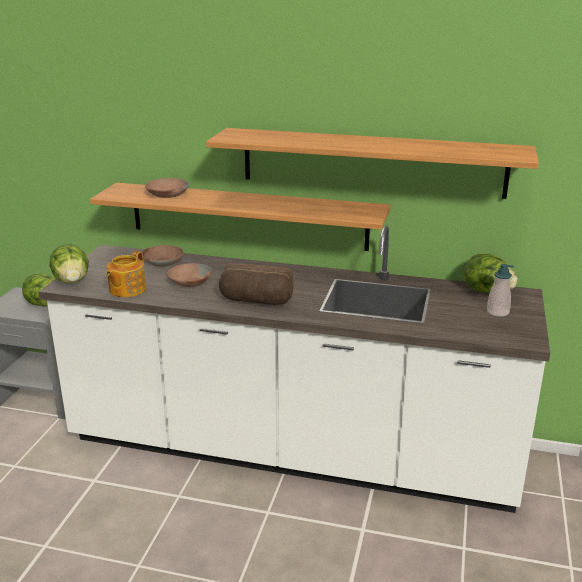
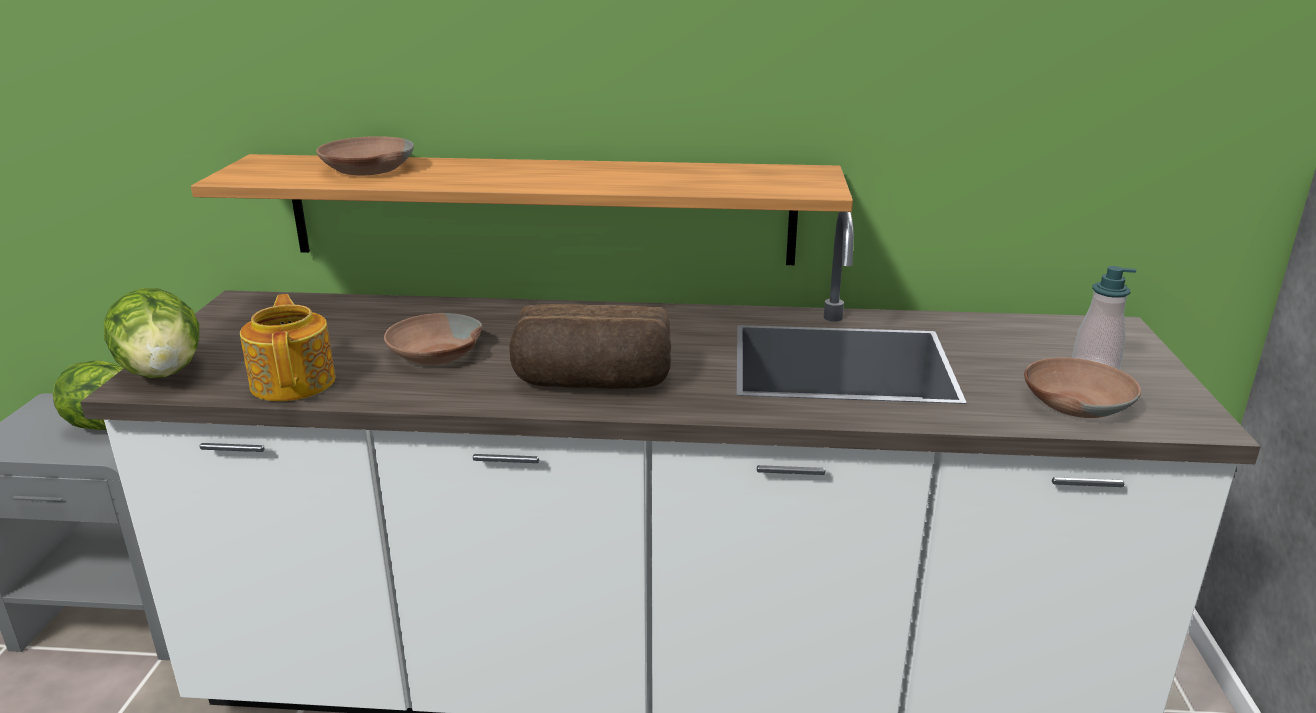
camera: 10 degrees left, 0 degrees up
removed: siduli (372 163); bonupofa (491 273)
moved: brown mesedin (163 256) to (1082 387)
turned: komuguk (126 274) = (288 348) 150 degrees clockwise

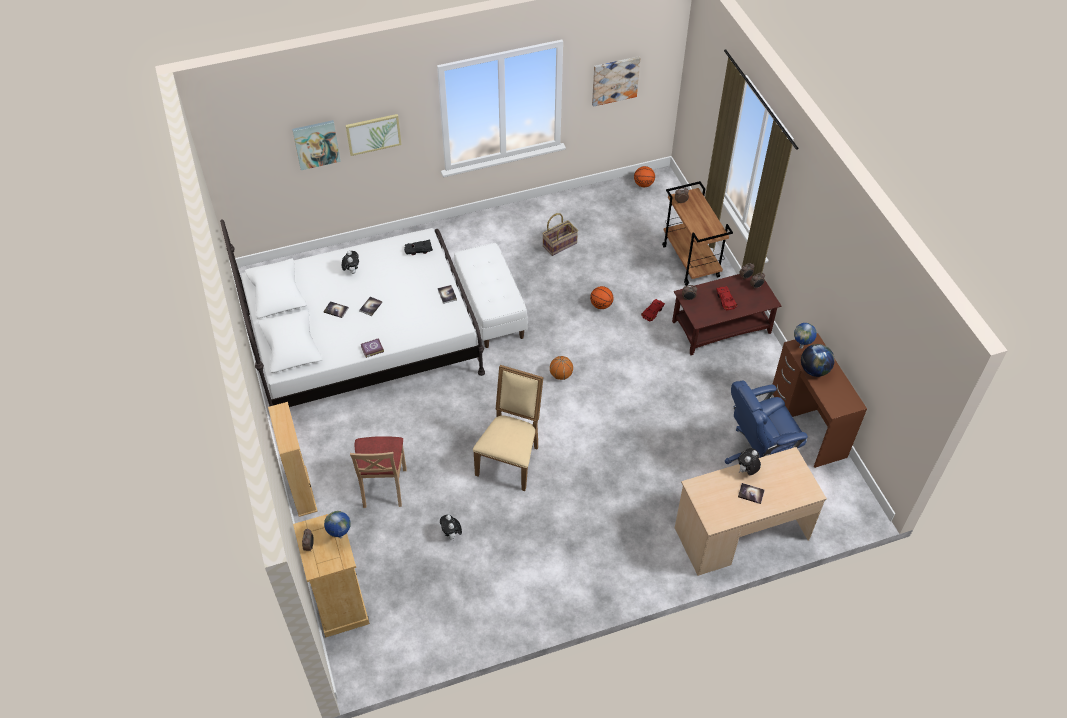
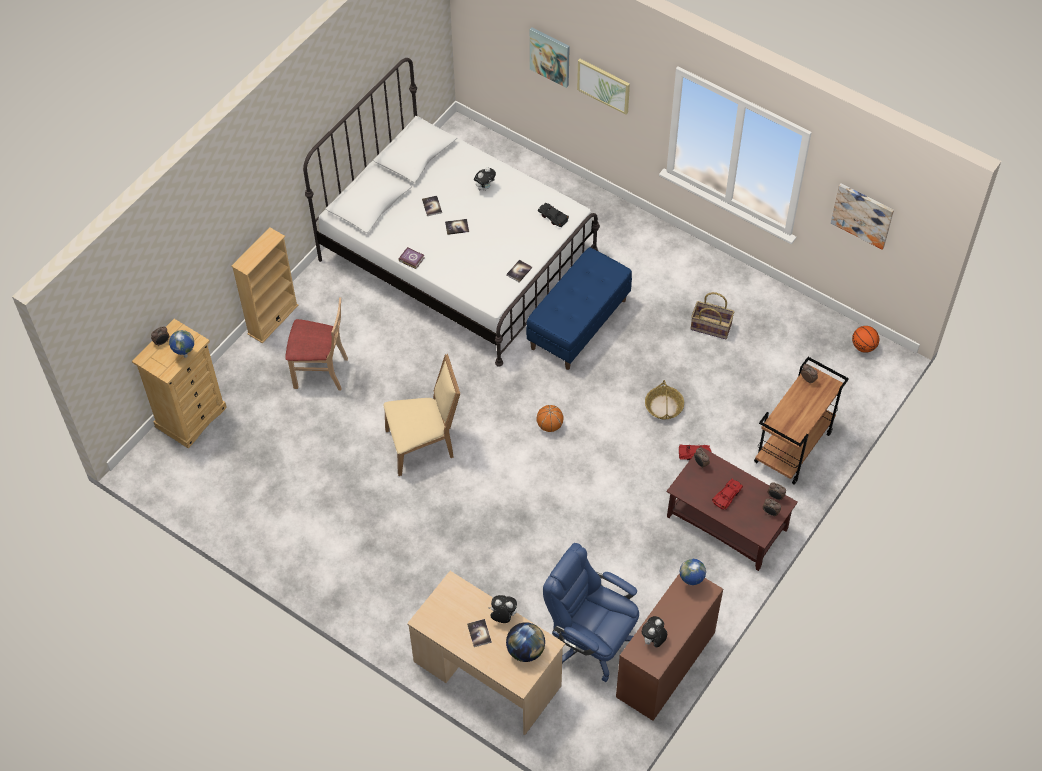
camera: 55 degrees right, 5 degrees up
moved: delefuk (818 360) to (525 642); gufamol (451 528) to (654 632)
replaced: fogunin (601 297) to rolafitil (664 400)
recoloured: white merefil (491 295) to blue merefil (579 308)
turned: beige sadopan (378 472) = (316 343) 135 degrees counterclockwise

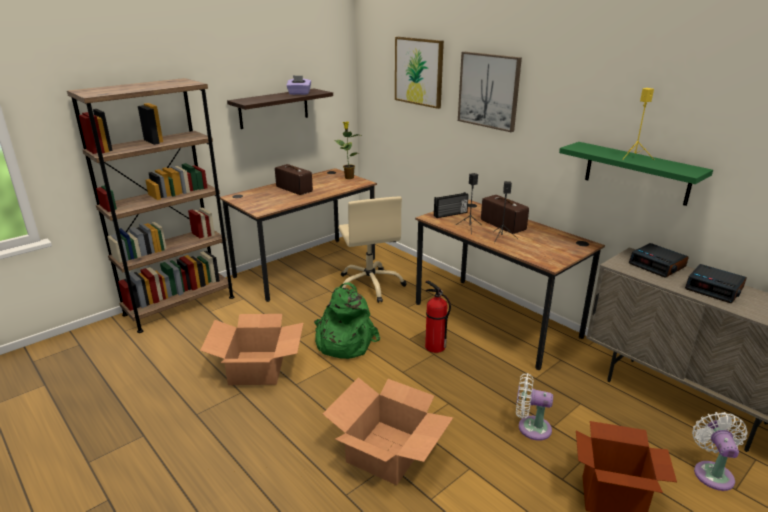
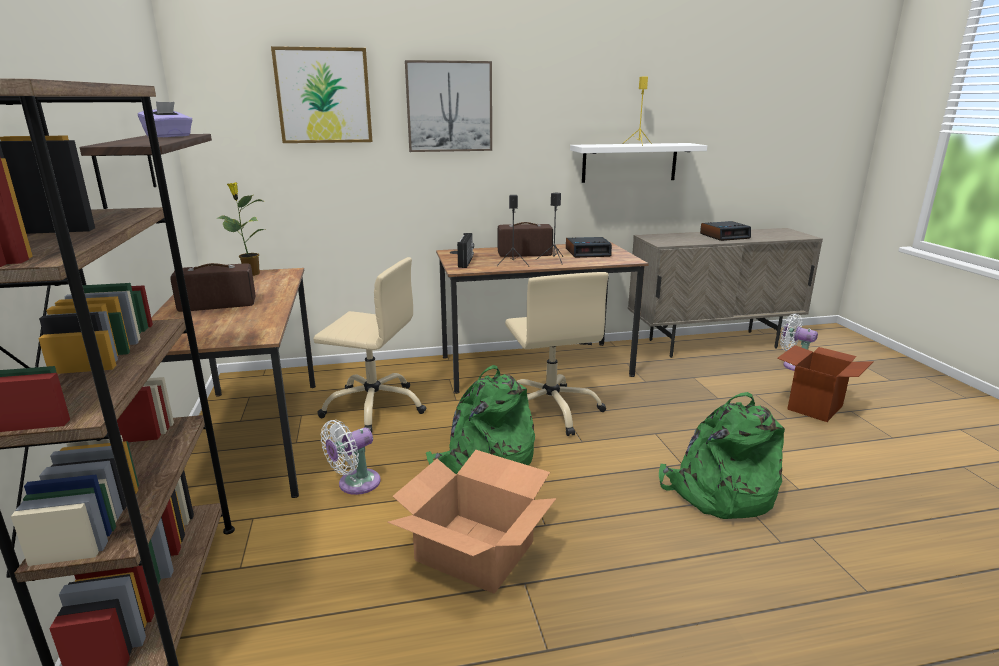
camera: 60 degrees left, 5 degrees down
moved: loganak (659 260) to (589 247); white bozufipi (534 407) to (351 457)
replaced: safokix (438 316) to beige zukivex (556 354); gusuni (388 431) to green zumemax (722 455)
recoloured: green siduli (636 174) to white siduli (638 163)

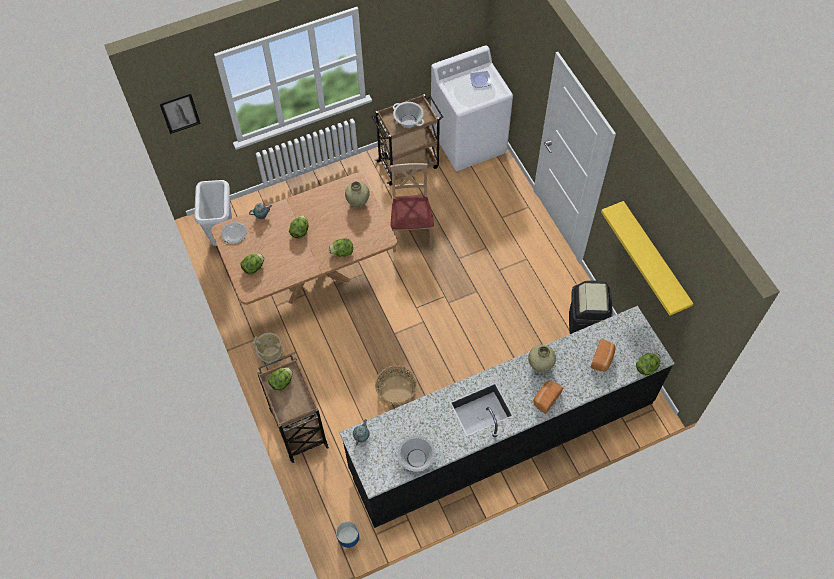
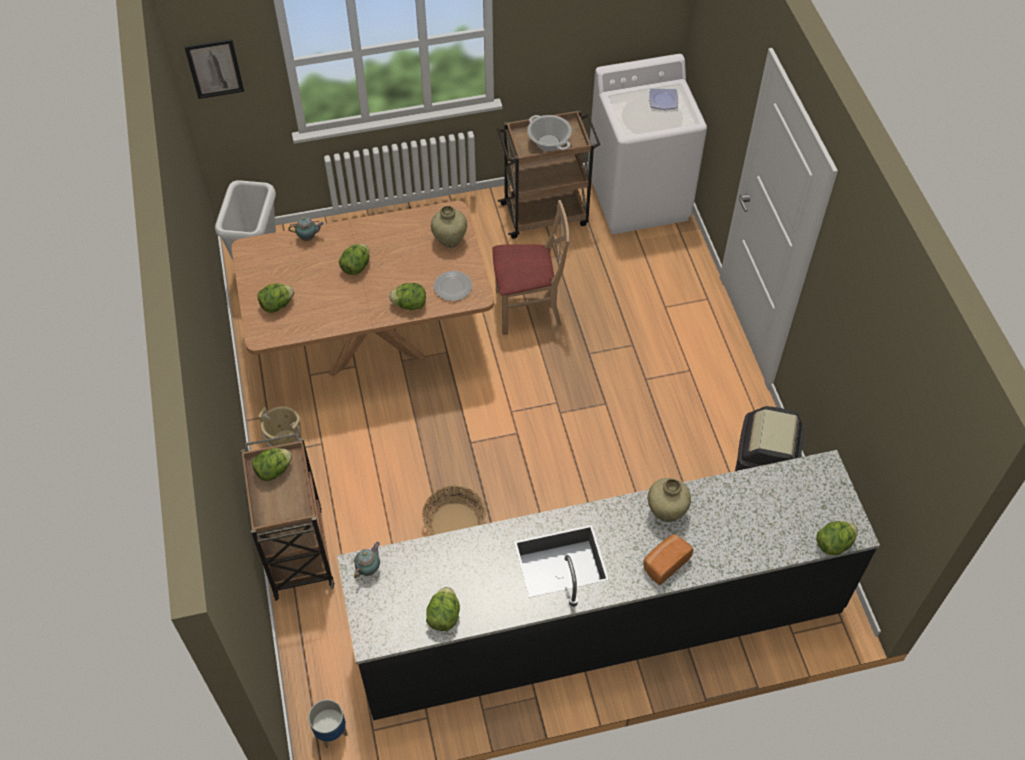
camera: 10 degrees right, 5 degrees down
removed: yellow siduli (647 258); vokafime (603 355)
moved: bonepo (234 233) to (453 286)
replaced: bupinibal (416 454) to bonupofa (443 609)
turned: beige sadopan (412 207) = (531 267) 75 degrees clockwise

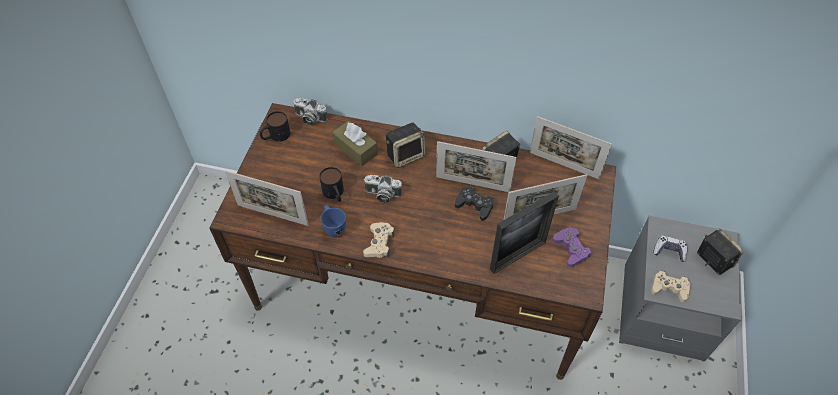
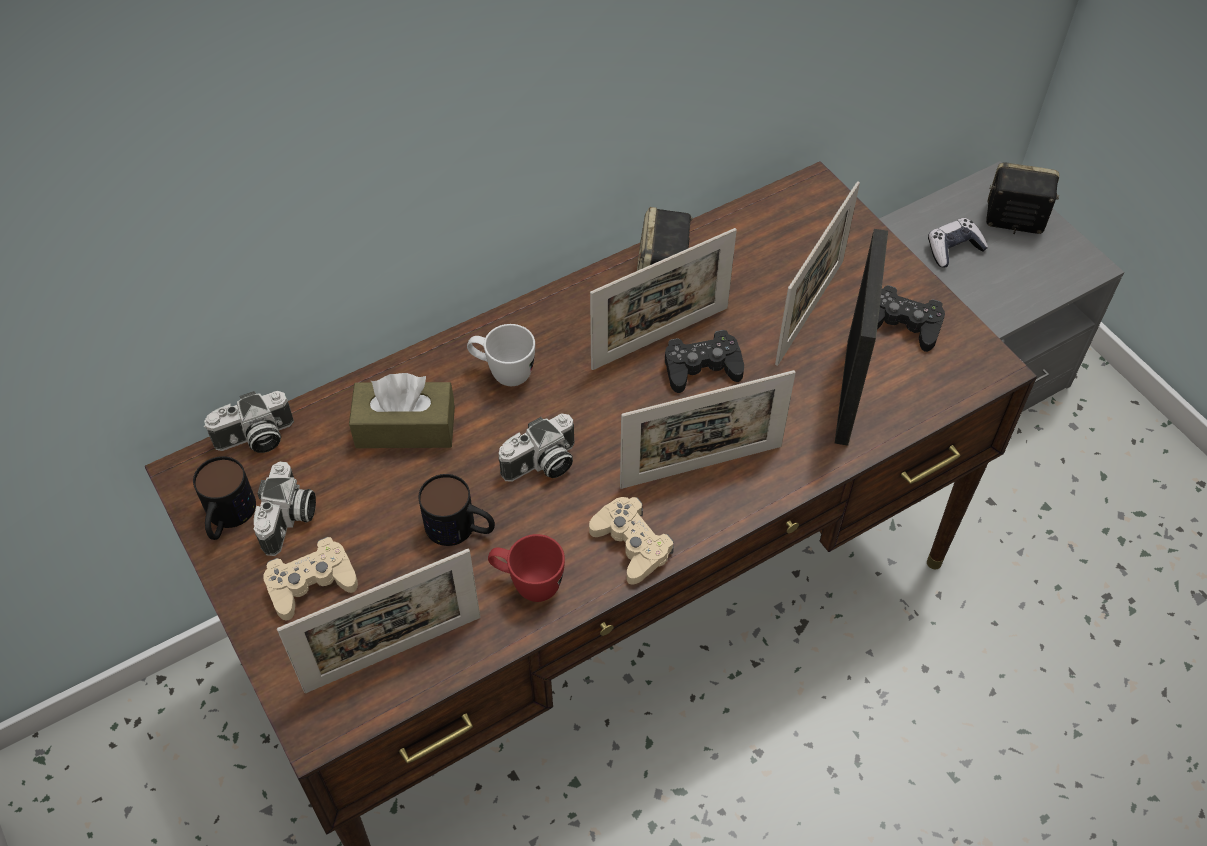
camera: 45 degrees left, 0 degrees up
added: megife (285 509)
moved: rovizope (571 147) to (708 429); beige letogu (670 286) to (310 579)
replaced: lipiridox (405 145) to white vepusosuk (501 355)
recoloured: blue vepusosuk (333 221) to red vepusosuk (526 568); purple letogu (571 247) to black letogu (911 318)

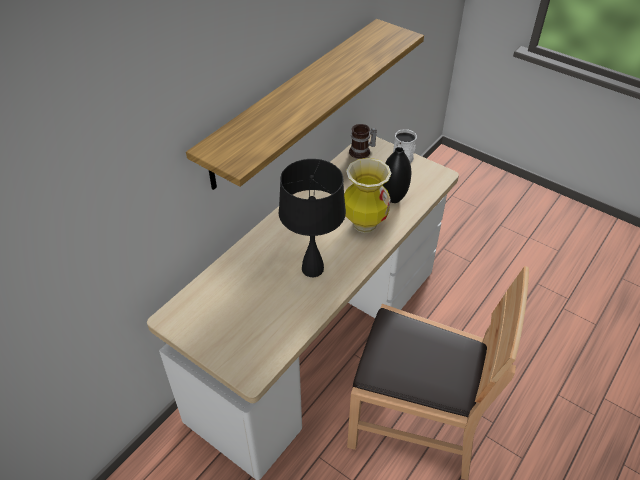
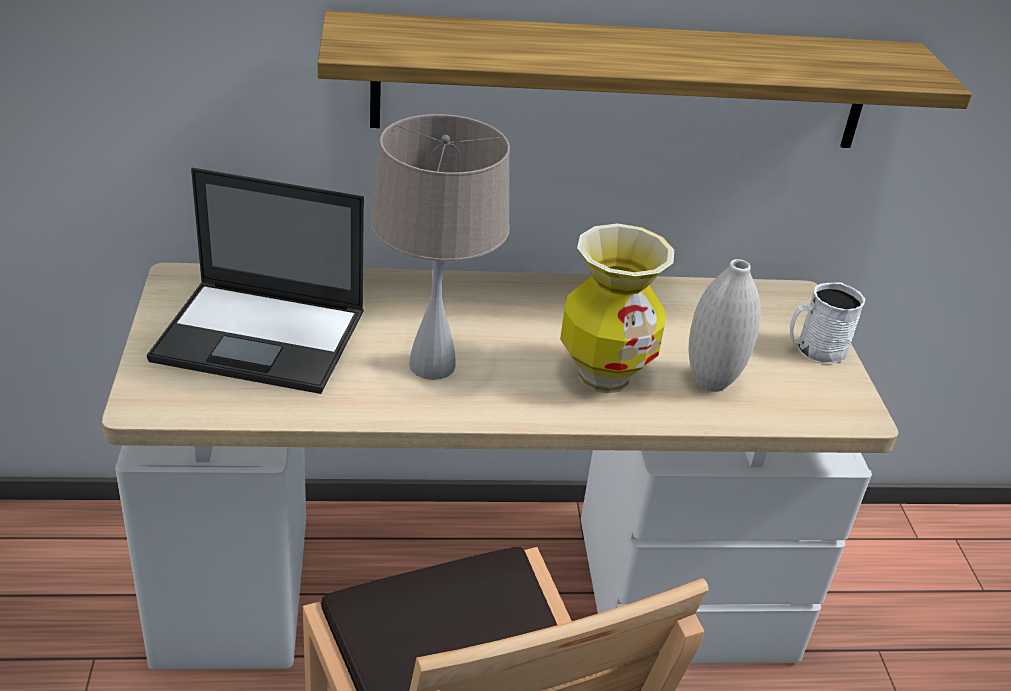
camera: 45 degrees right, 10 degrees down
removed: vepusosuk (363 141)
added: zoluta (255 281)
recoloured: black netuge (396 175) to white netuge (725 325); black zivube (312 218) to beige zivube (440 247)

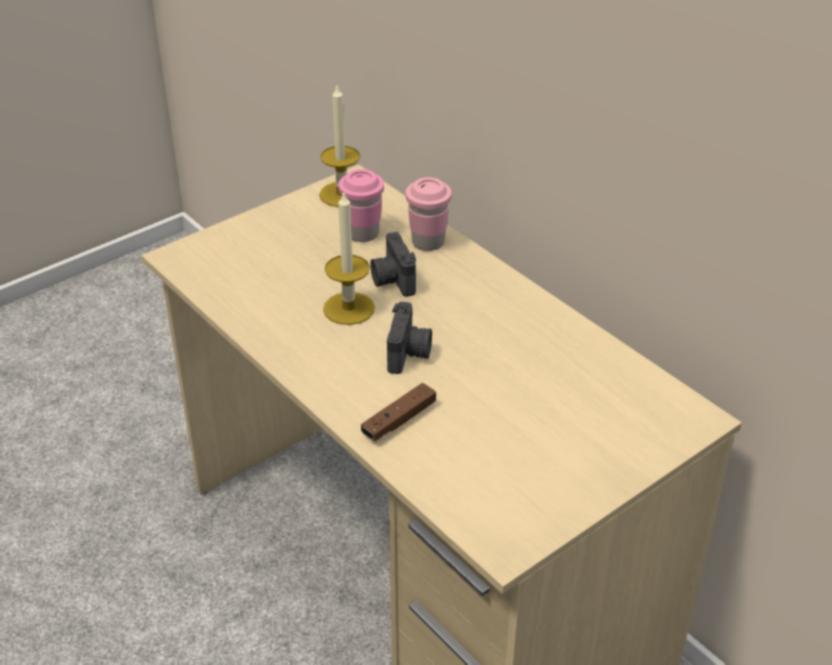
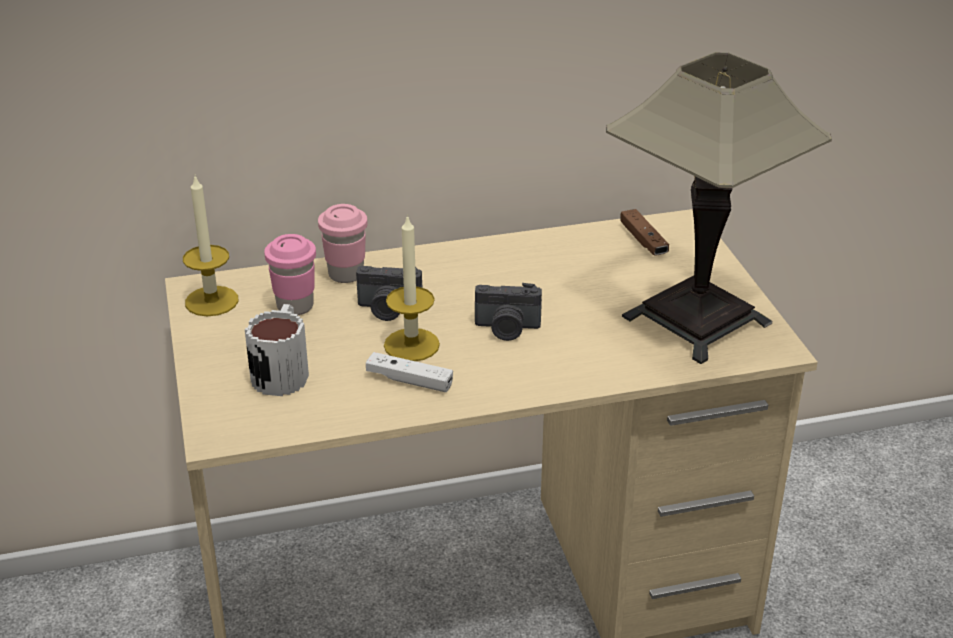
camera: 65 degrees left, 5 degrees down
added: zivube (719 208); vepusosuk (277 350); white letogu (409 372)
moved: brown letogu (398 412) to (644 232)
turned: megife (409 338) = (508 312) 150 degrees clockwise

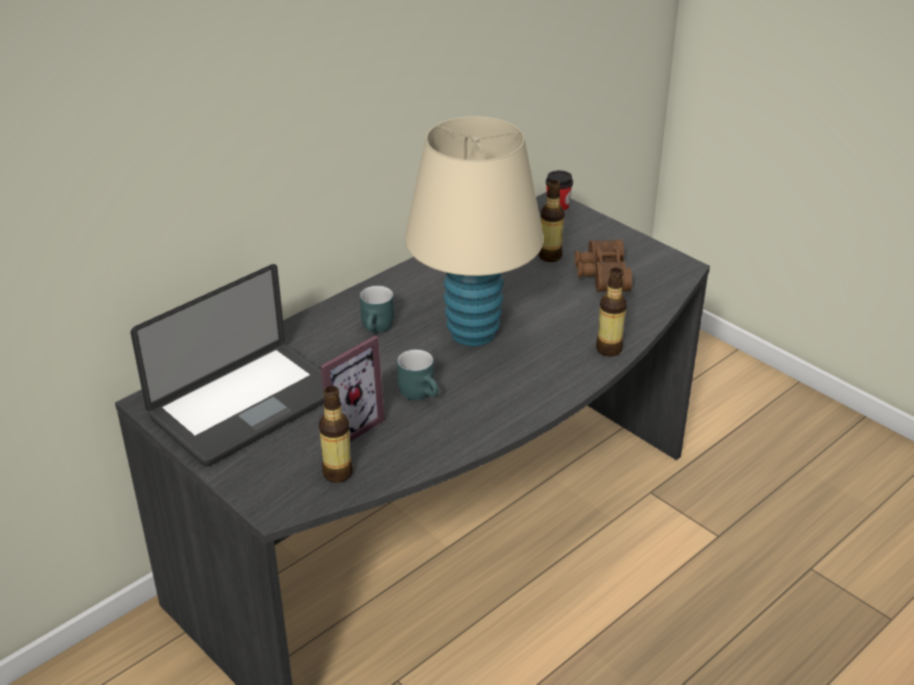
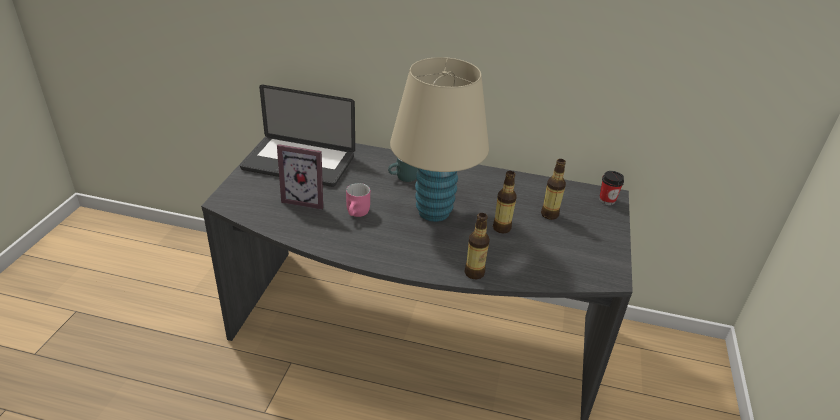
camera: 55 degrees right, 0 degrees up
removed: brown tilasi (603 266)
moved: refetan (336 434) to (505 202)
recoloured: turquoise vepusosuk (418 374) to pink vepusosuk (358 200)

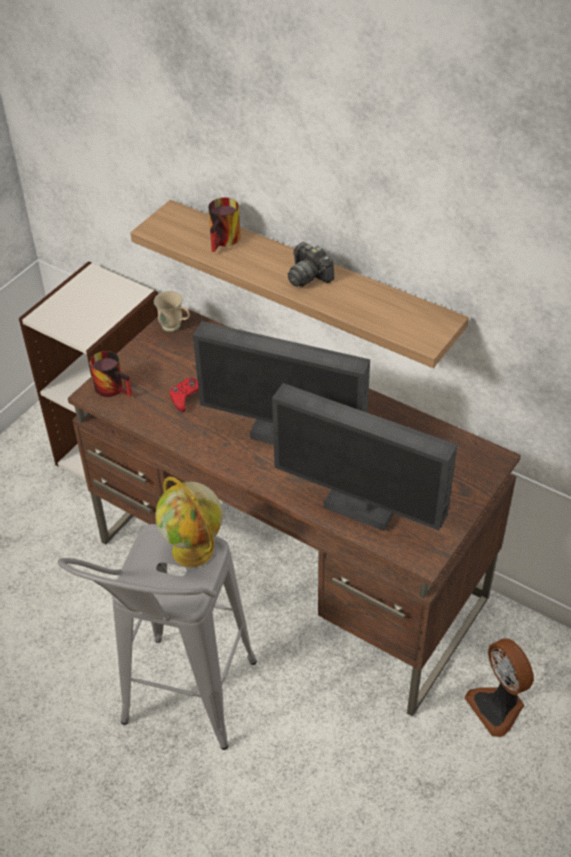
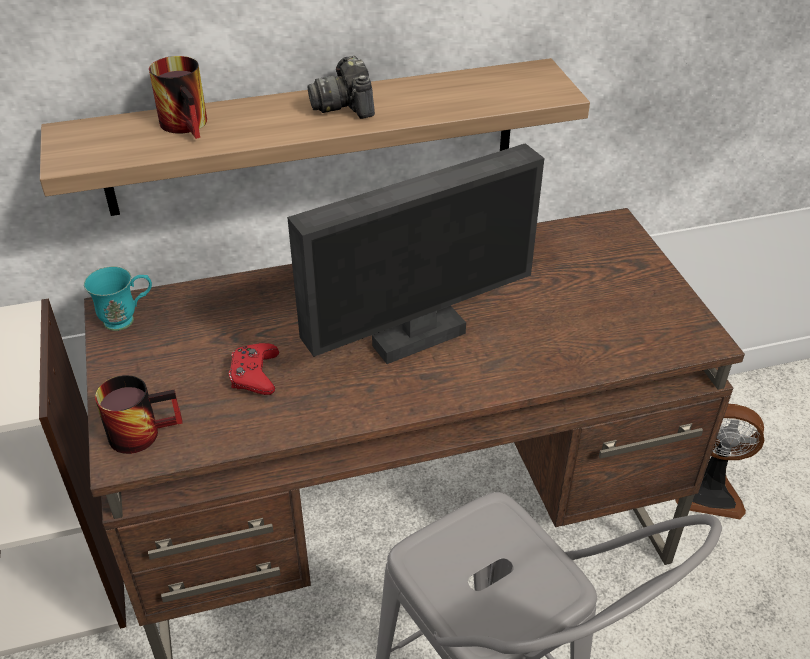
camera: 50 degrees left, 5 degrees down
removed: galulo (364 457); delefuk (189 521)
recoloured: beige vepusosuk (172 311) to turquoise vepusosuk (118 298)
turned: megife (311 264) = (341 87) 75 degrees clockwise

